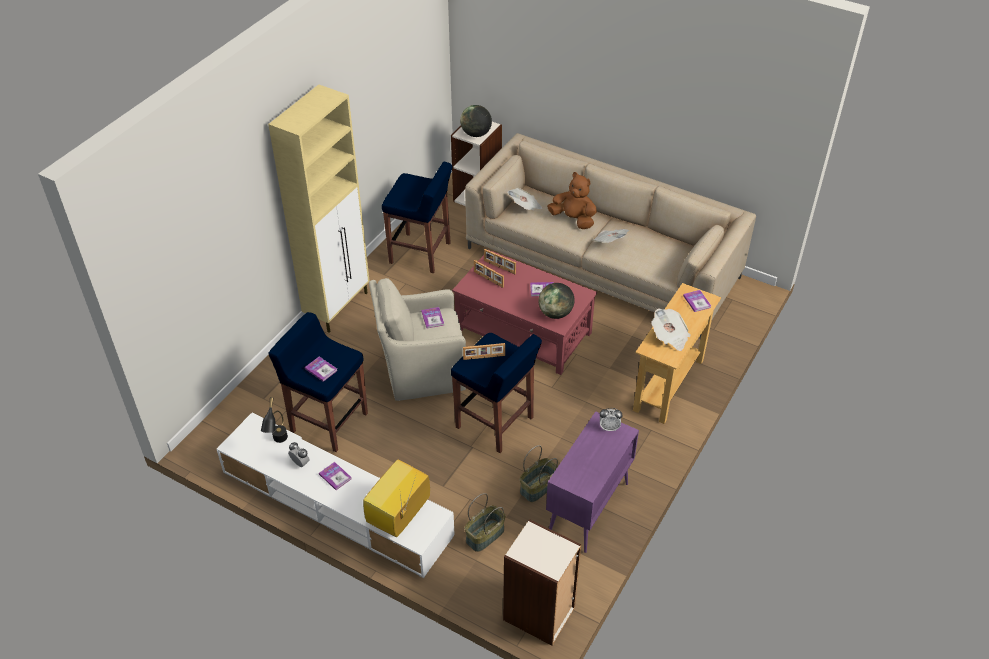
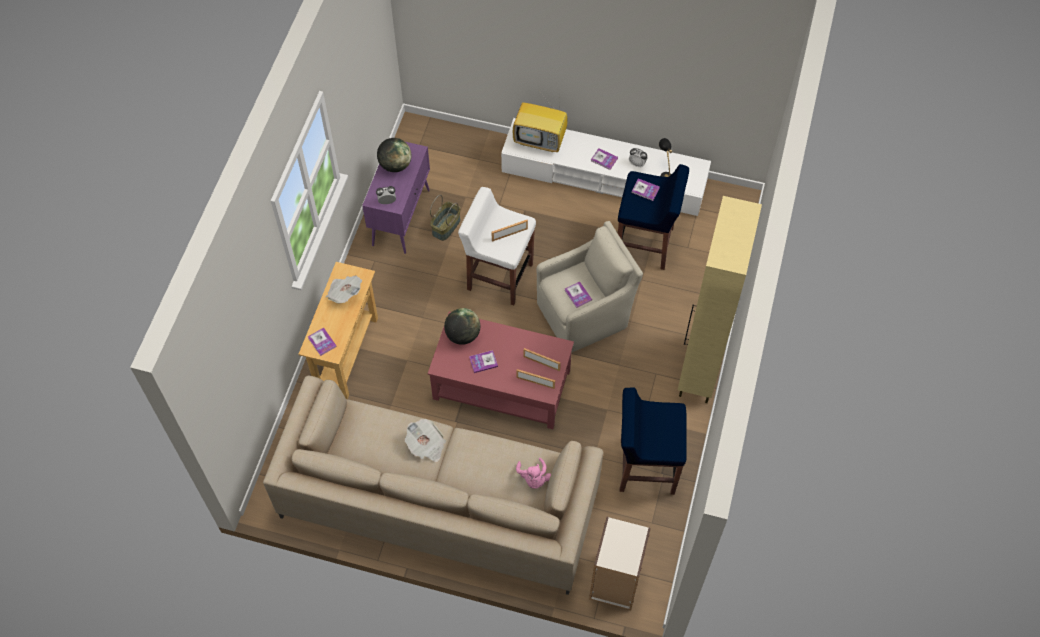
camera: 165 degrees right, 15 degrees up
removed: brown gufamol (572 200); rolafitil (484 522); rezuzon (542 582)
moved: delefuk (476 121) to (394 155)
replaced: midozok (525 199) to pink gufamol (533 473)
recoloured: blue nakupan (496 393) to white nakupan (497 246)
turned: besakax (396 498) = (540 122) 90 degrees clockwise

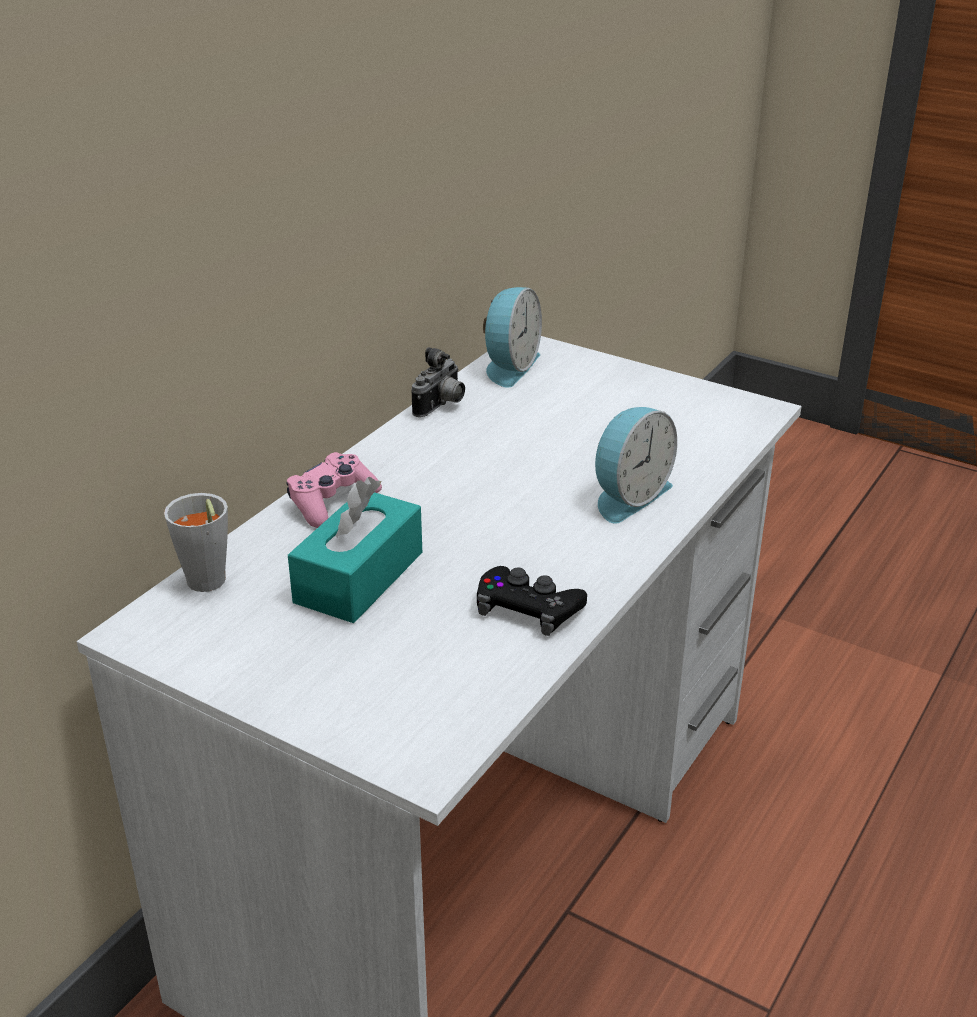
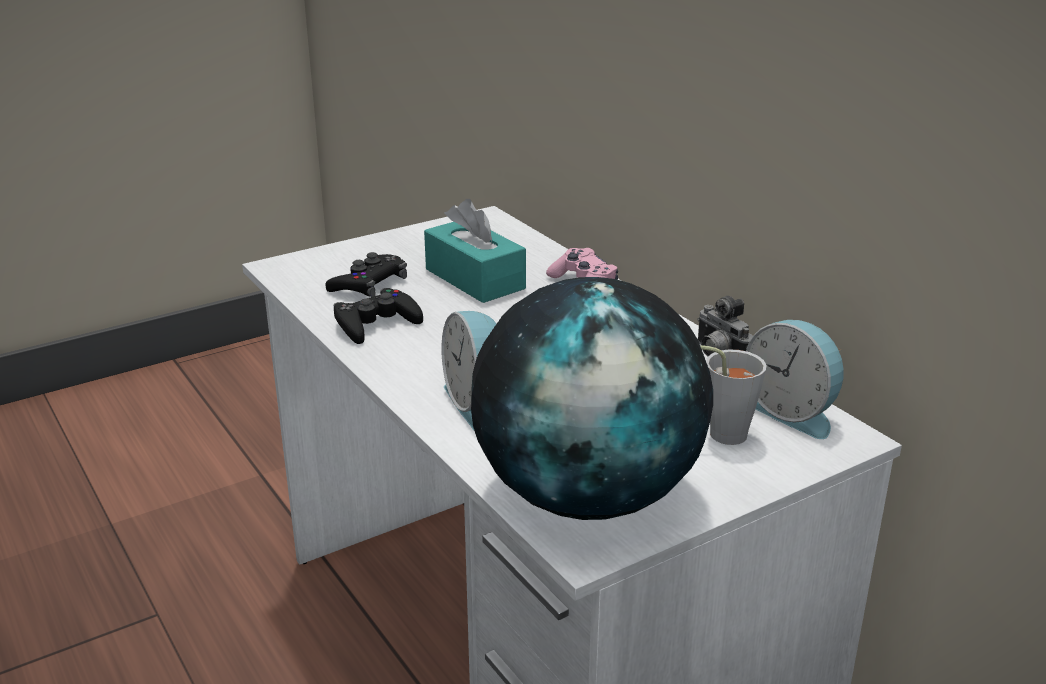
camera: 115 degrees right, 5 degrees down
added: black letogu (366 274); delefuk (592 398)
moved: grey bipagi (196 542) to (733 395)

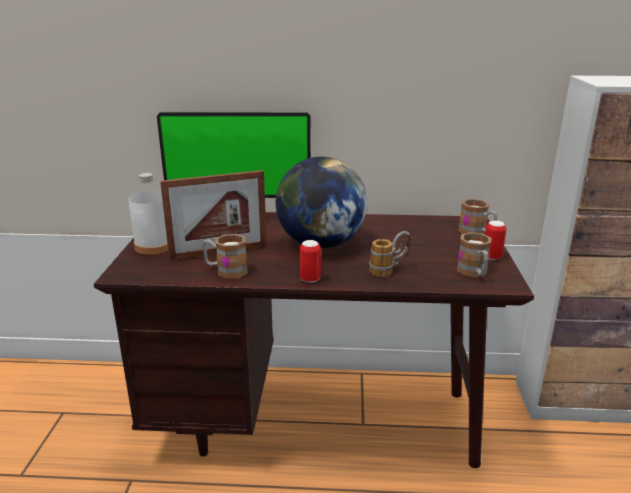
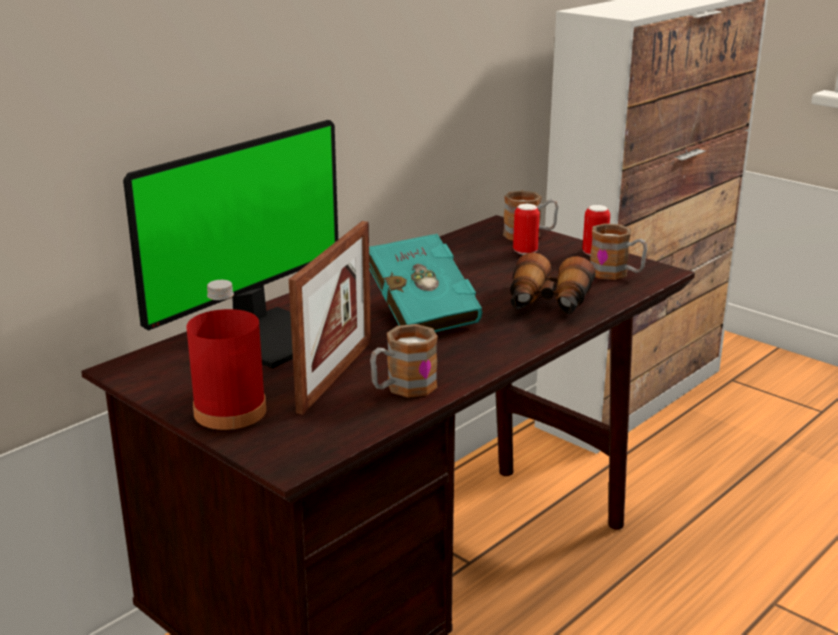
camera: 50 degrees left, 0 degrees up
moved: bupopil (310 261) to (526 229)
replaced: delefuk (321 202) to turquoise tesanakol (425 283); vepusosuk (390 254) to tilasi (552 283)
recoloured: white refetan (148 214) to red refetan (226 355)

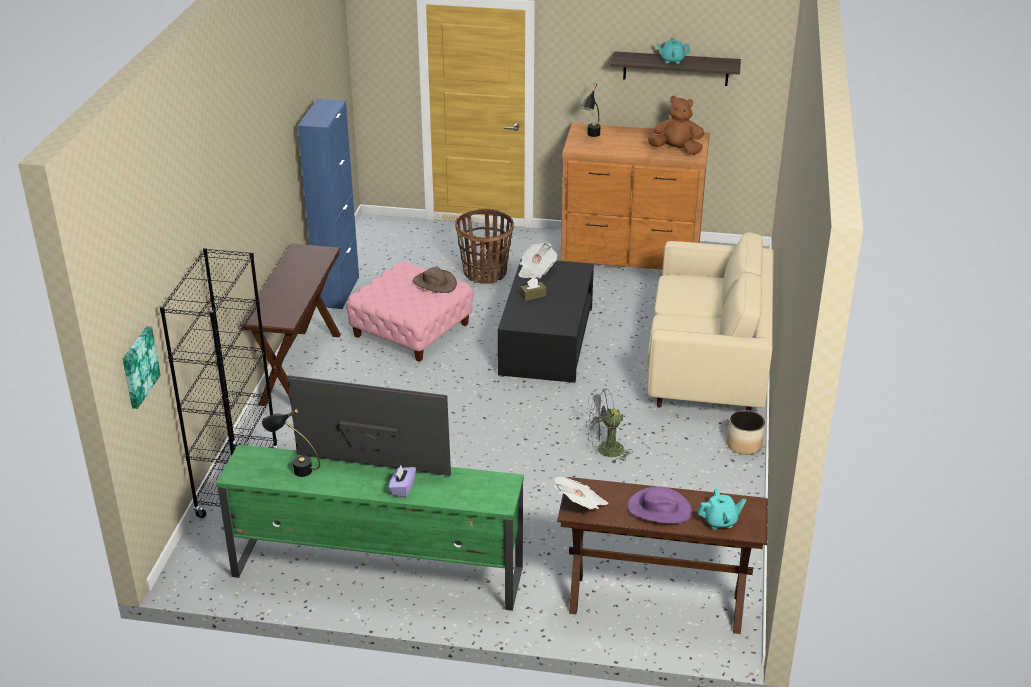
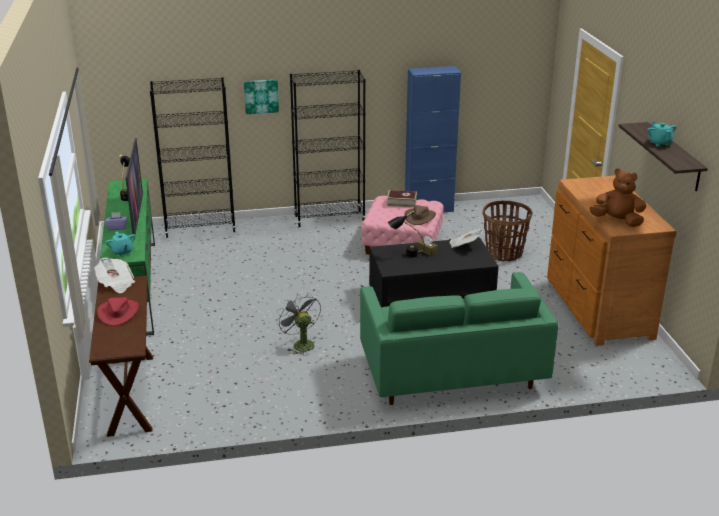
camera: 70 degrees right, 5 degrees down
removed: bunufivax (746 432)
added: tesanakol (402 198)
moved: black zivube (590 110) to (406 234); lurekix (142 367) to (261 97); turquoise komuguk (721 509) to (120 244)
replaced: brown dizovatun (290 325) to black rezuzon (328 148)
recoloured: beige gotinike (710 321) to green gotinike (459 338); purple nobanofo (659 505) to red nobanofo (118 311)
turned: brown gufamol (676 125) = (617 197) 60 degrees counterclockwise

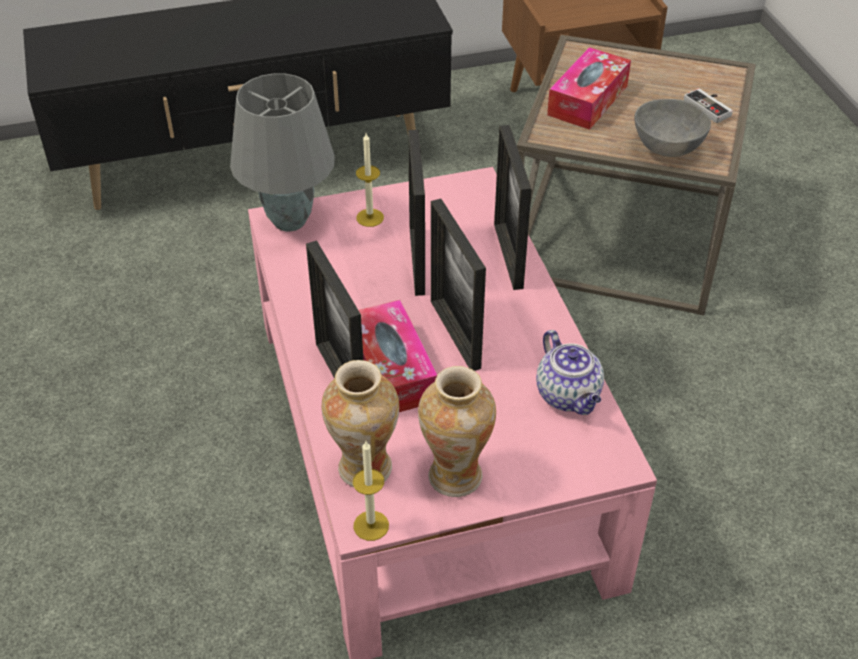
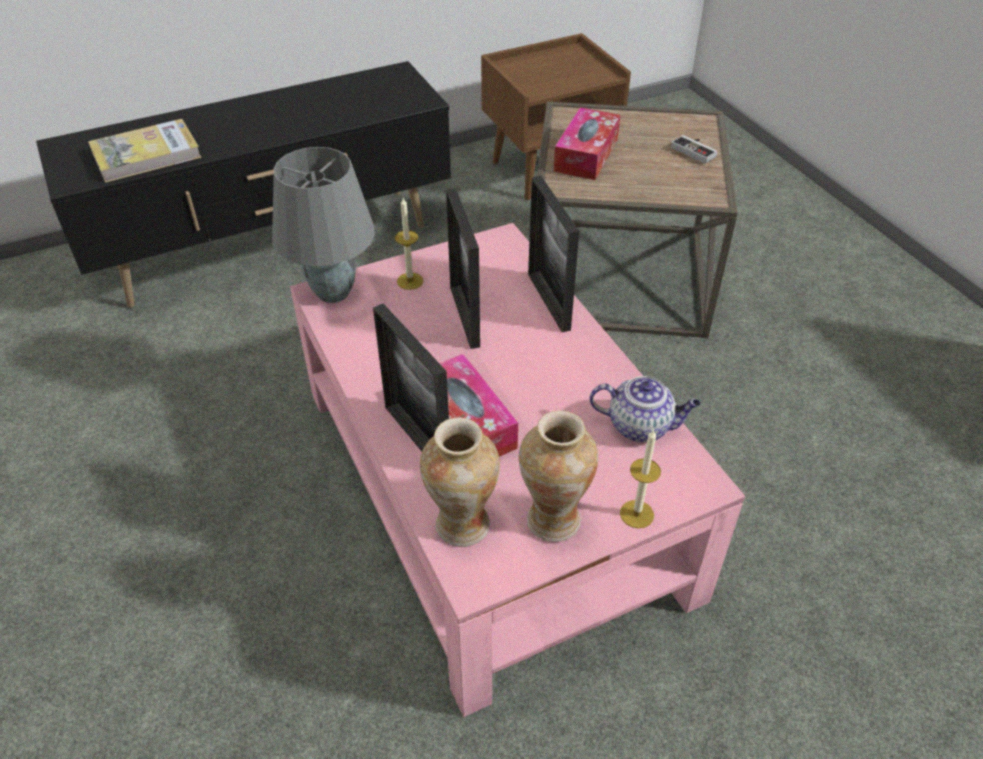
camera: 10 degrees left, 0 degrees up
removed: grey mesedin (672 128); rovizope (458 285)
added: tesanakol (145 151)
moved: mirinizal (371 491) to (640 479)
turned: komuguk (570 372) = (645 409) 45 degrees counterclockwise

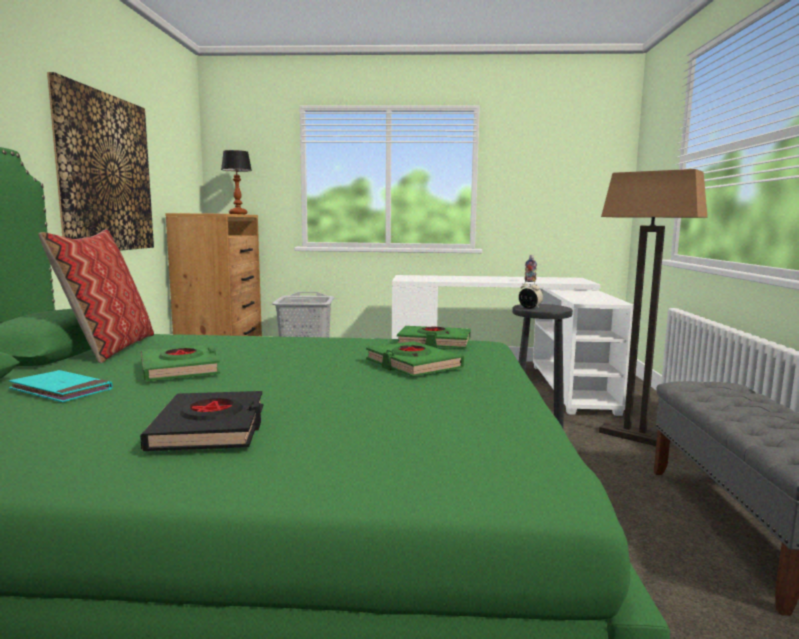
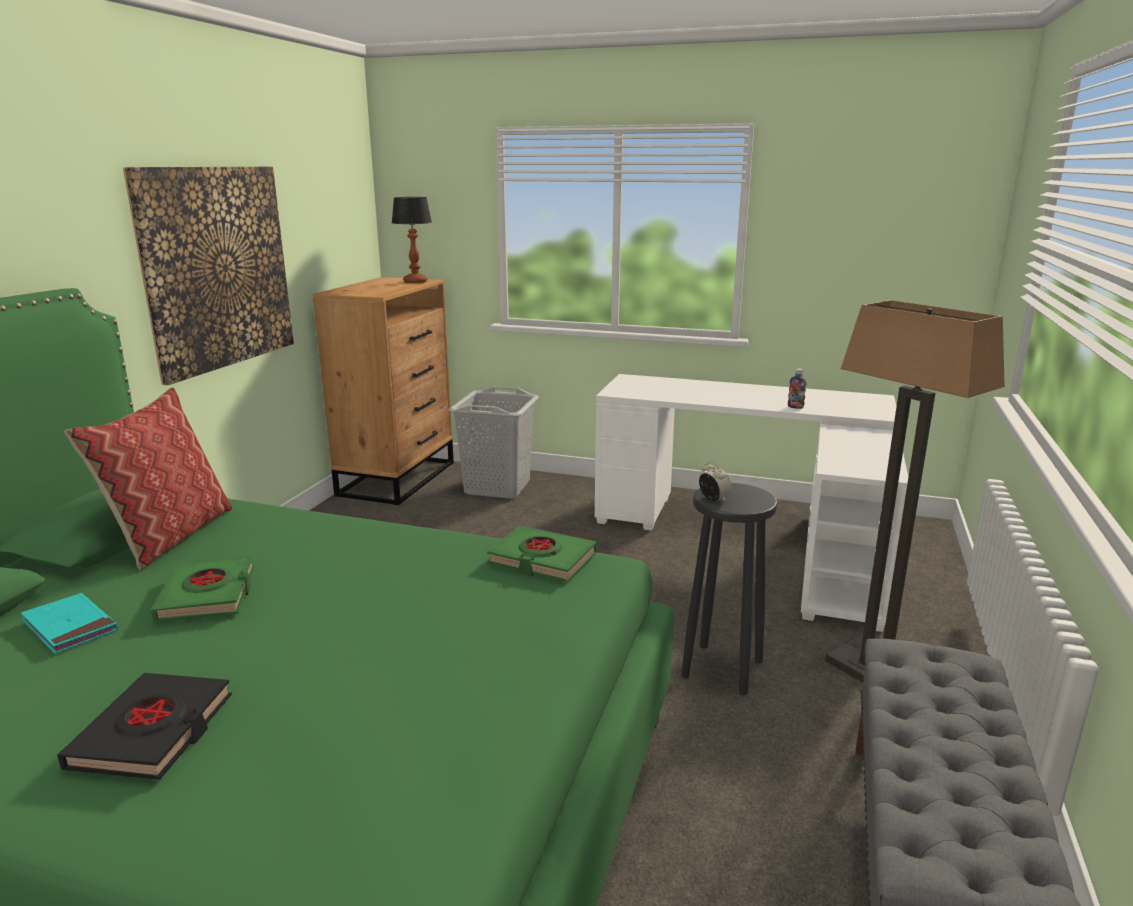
camera: 15 degrees right, 10 degrees up
removed: green tesanakol (415 358)

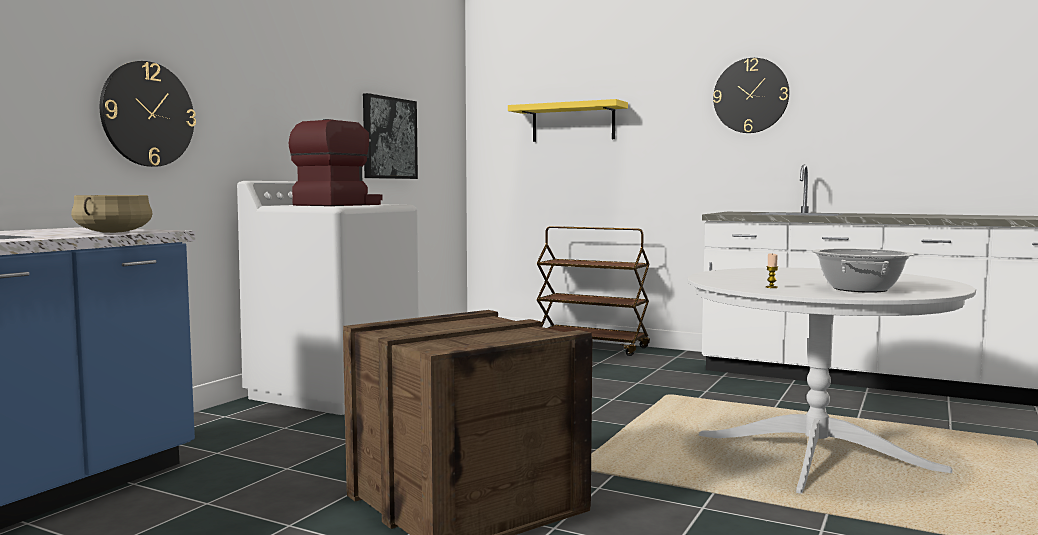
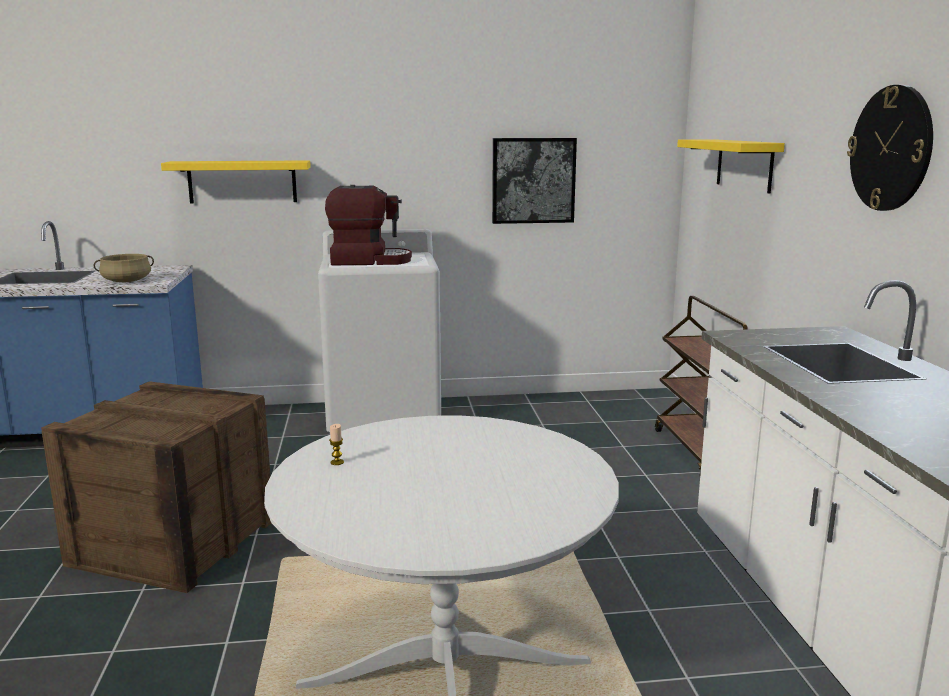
camera: 55 degrees right, 10 degrees up
removed: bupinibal (863 270)
replaced: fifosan (148 114) to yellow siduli (236 181)

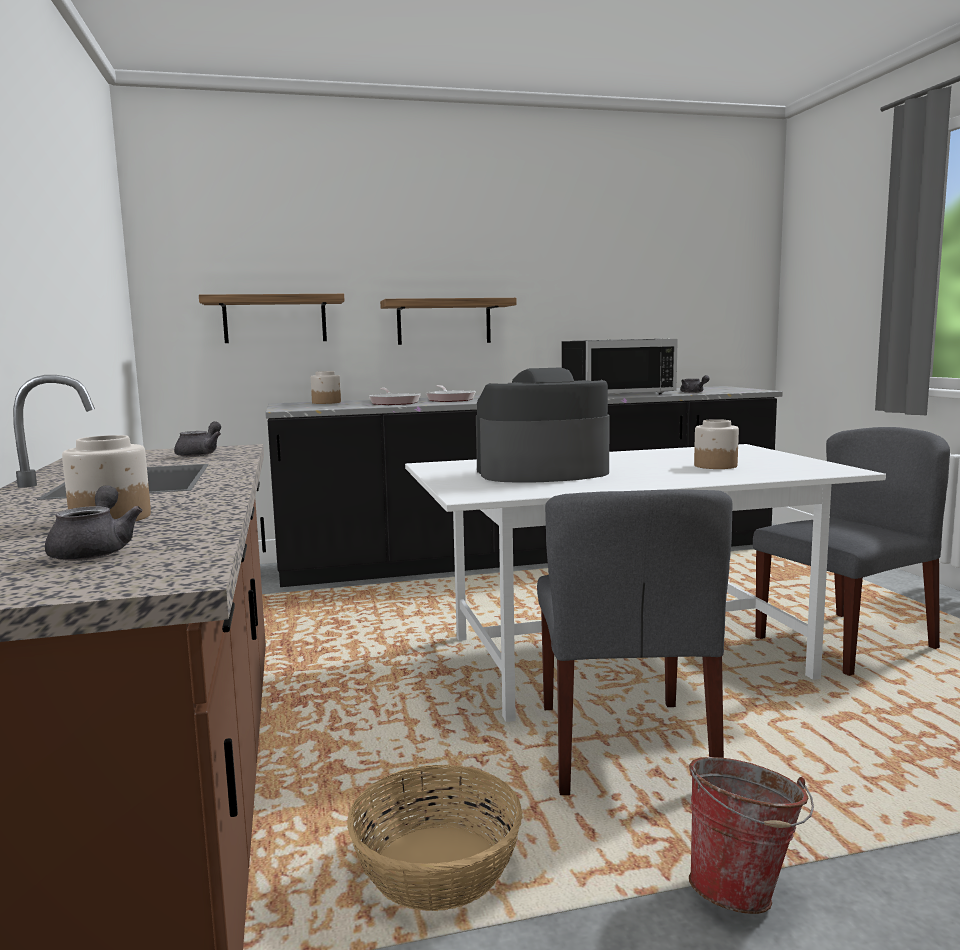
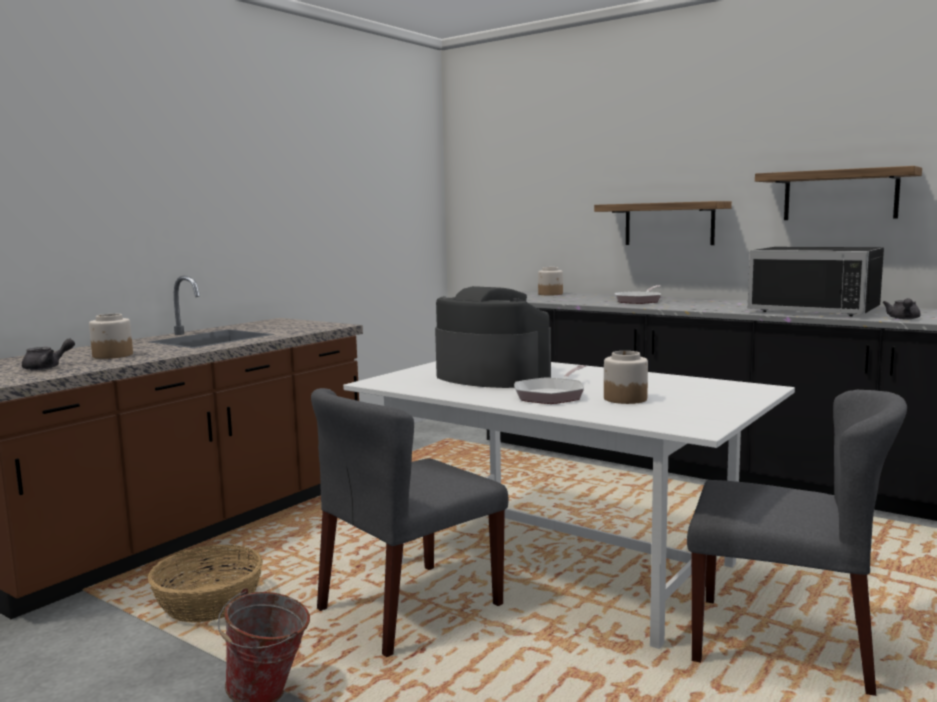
camera: 50 degrees right, 0 degrees up
removed: grey komuguk (197 439)
moved: siduli (272 318) to (838 193); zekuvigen (395 396) to (550 384)

